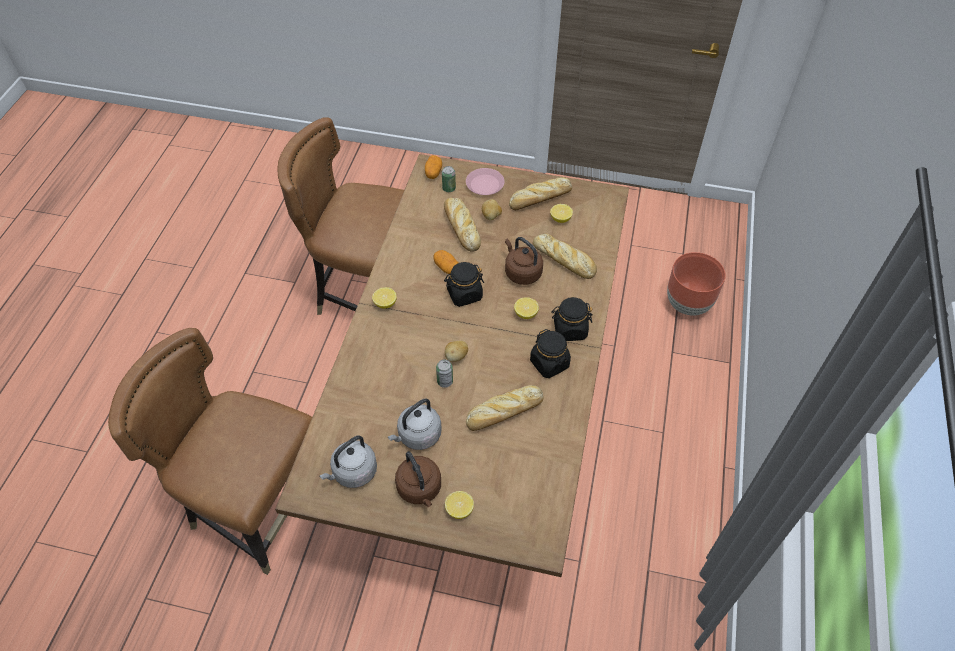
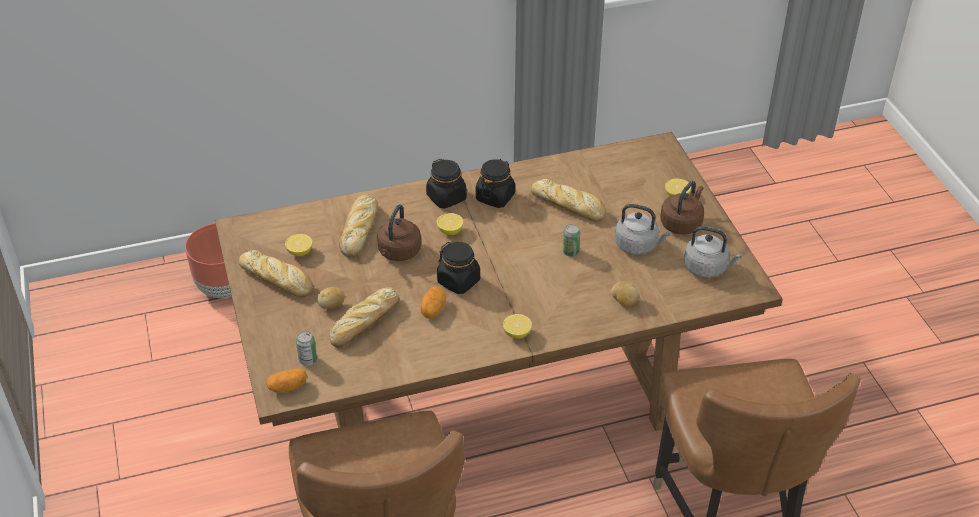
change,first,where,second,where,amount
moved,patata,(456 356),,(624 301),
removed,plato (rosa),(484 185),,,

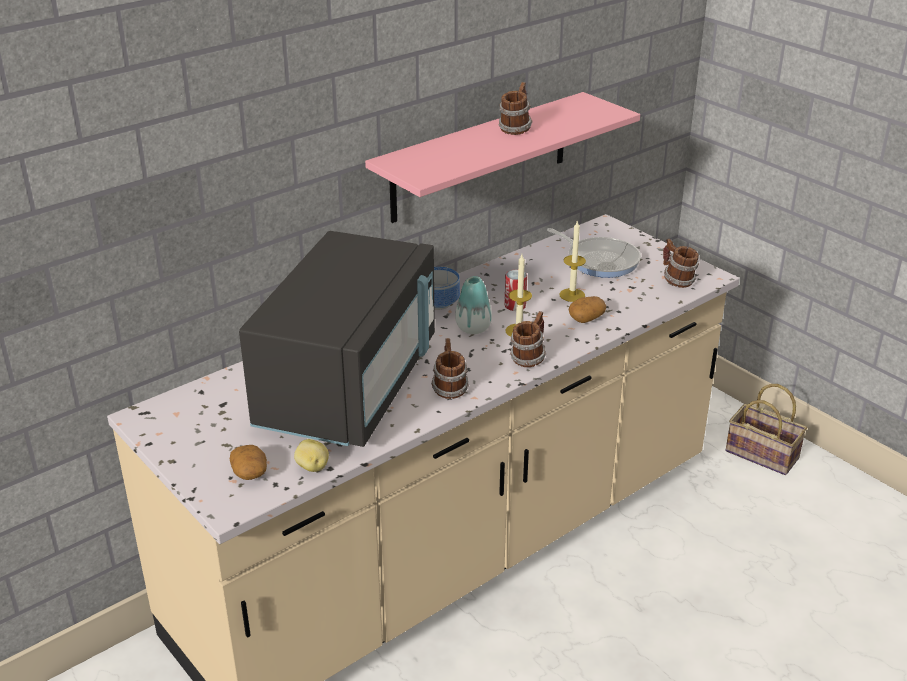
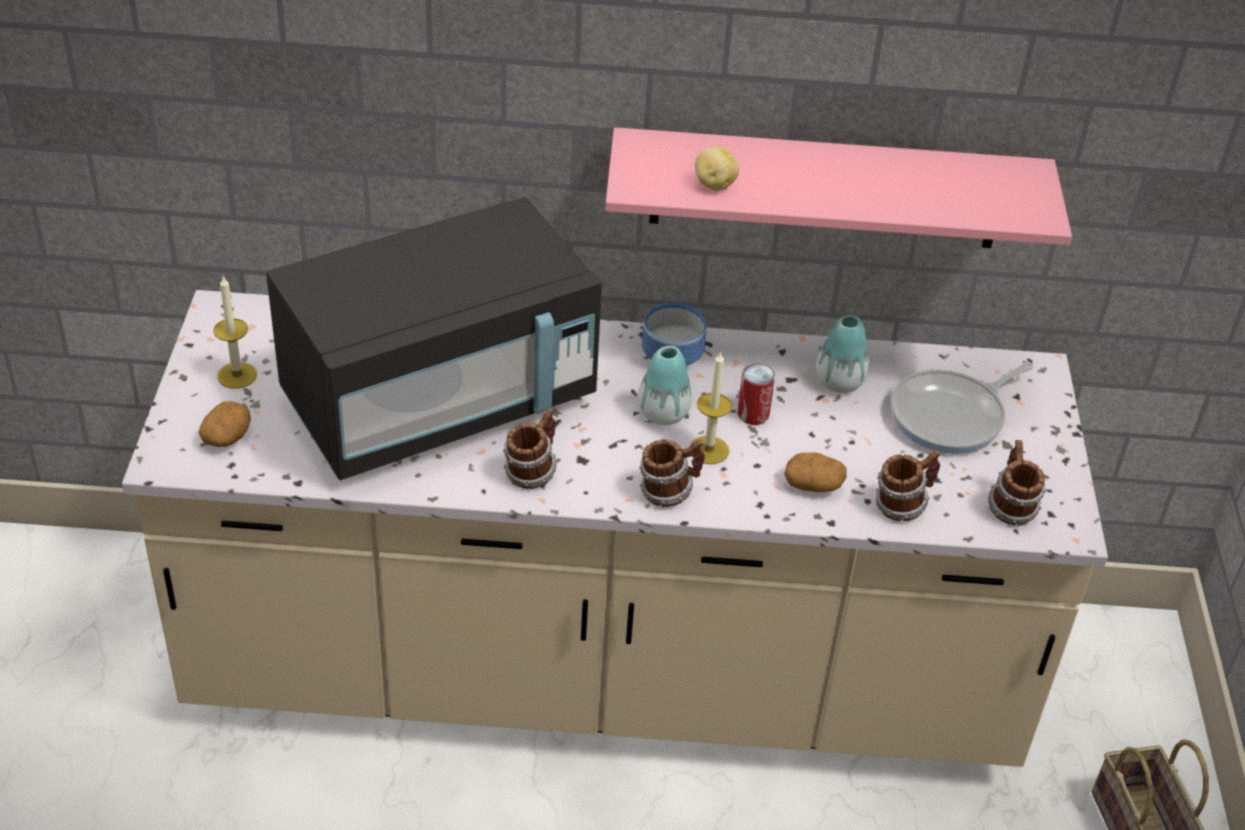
change,first,where,second,where,amount
moved,patata,(312 467),,(714 184),
moved,taza grande,(515 129),,(902 505),
turned,sartén,(600 260),,(951 416),60 degrees clockwise
moved,vela,(572 295),,(237 375),
added,,,florero,(839 382),

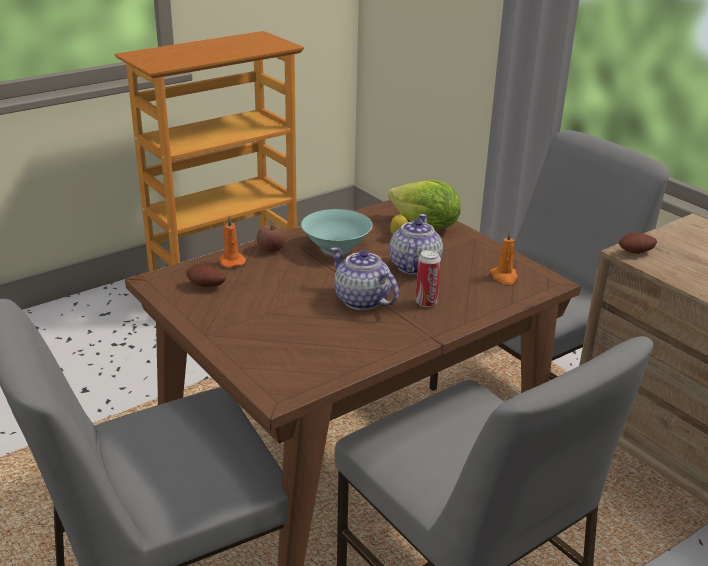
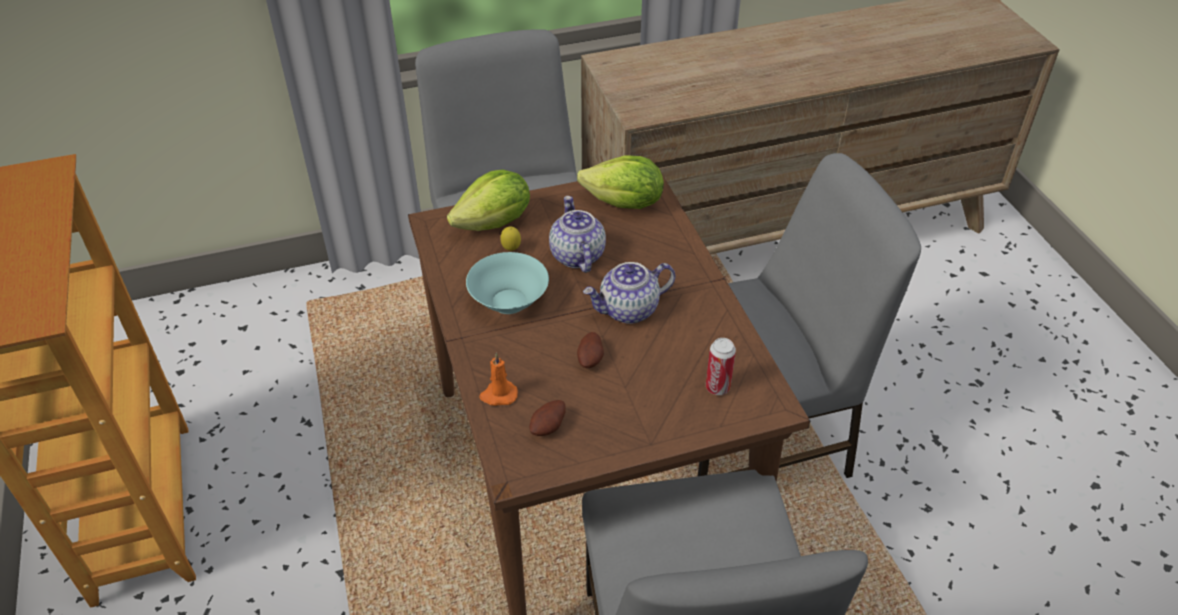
change,first,where,second,where,amount
removed,manzana,(271 249),,,
turned,tetera,(414 266),,(576 255),45 degrees clockwise
moved,lata,(426 302),,(717 387),
replaced,vela (naranja),(504 277),lechuga,(624 204),
moved,patata,(636 253),,(591 359),

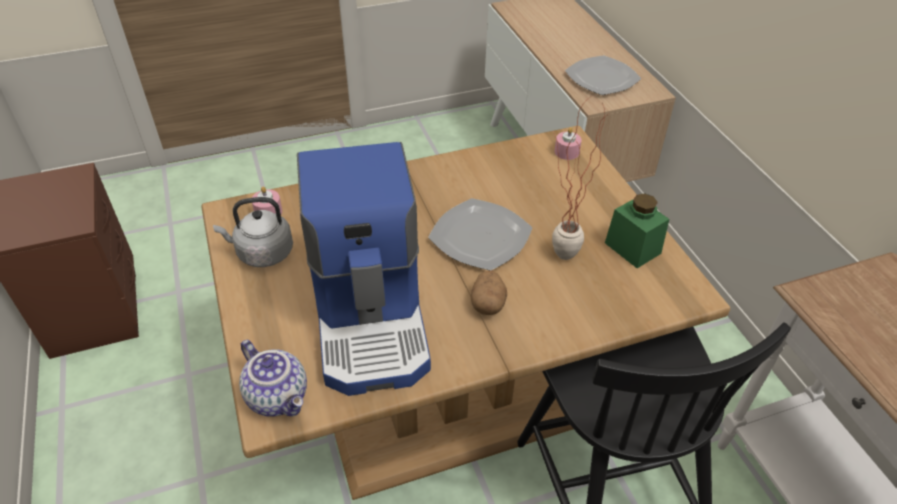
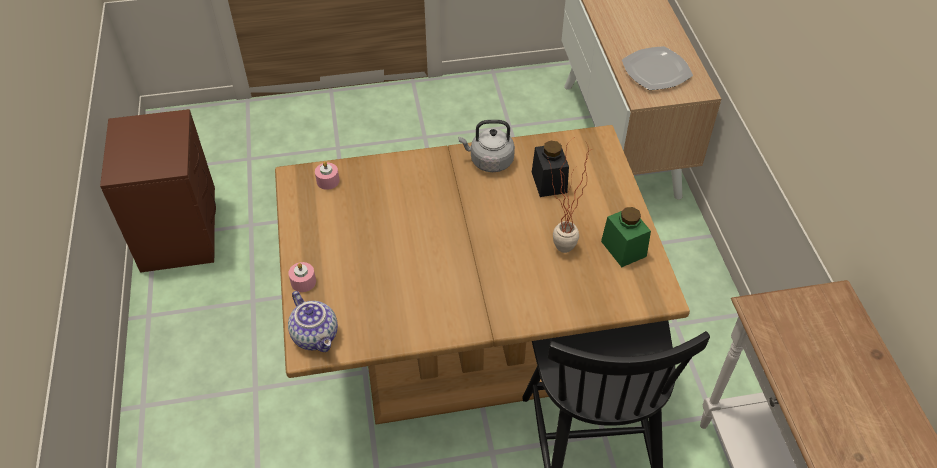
change,first,where,second,where,amount
moved,hervidor (gris),(262 253),,(489 161),
removed,cafetera,(372 317),,,
removed,plato,(481 236),,,
removed,patata,(488 303),,,
moved,vela (rosa),(566 152),,(303 282),
added,,,tarro (negro),(549 182),

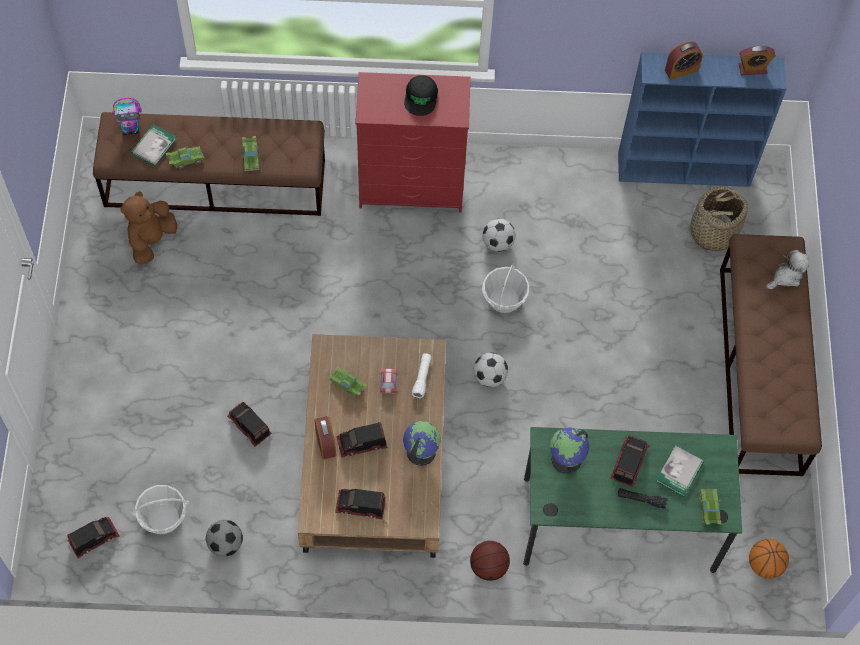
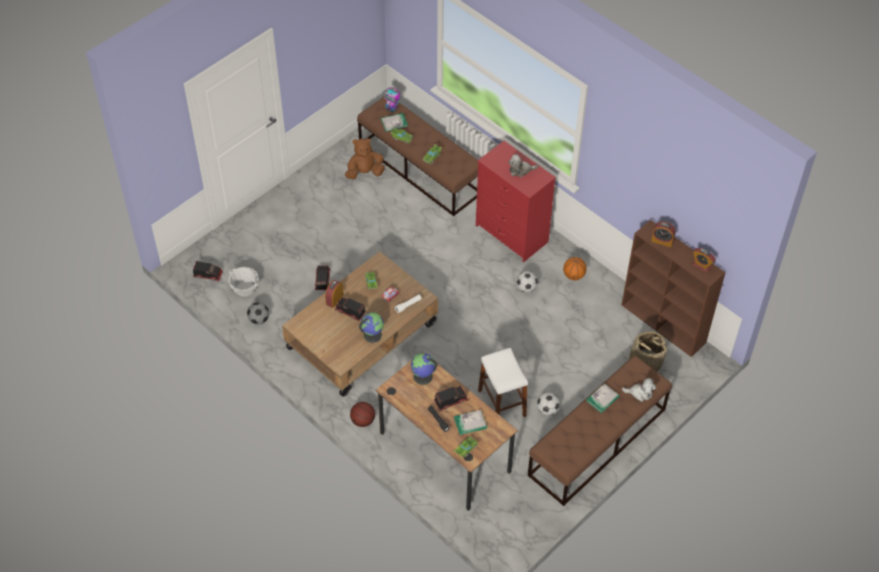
change,first,where,second,where,amount
removed,camión de juguete,(360 506),,,
replaced,gorra (negro),(421 98),peluche,(521 170),
moved,balón de fútbol,(489 377),,(547 410),
removed,cesta,(504 299),,,
recoloured,escritorio (verde),(618 524),escritorio (marrón),(445 452),
recoloured,estantería (azul),(685 169),estantería (marrón),(664 324),
moved,balón de baloncesto,(764 565),,(574 275),
added,,,taburete (blanco),(502 403),
added,,,libro,(602 399),

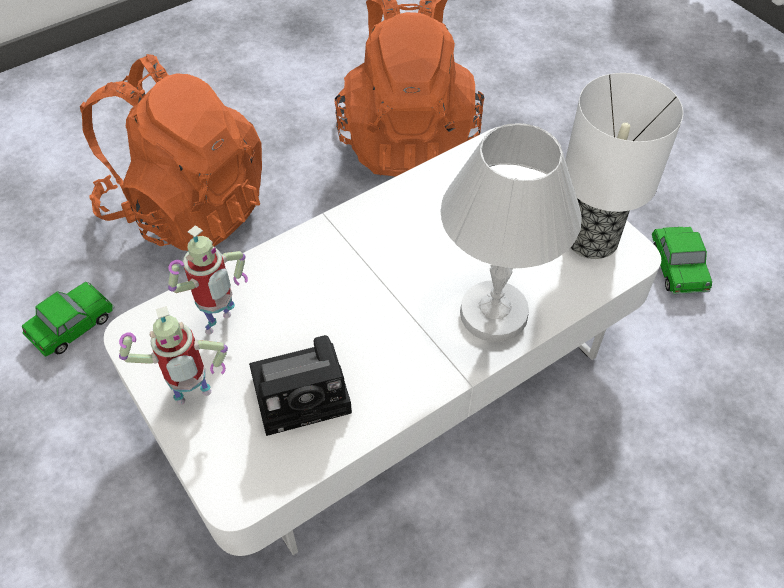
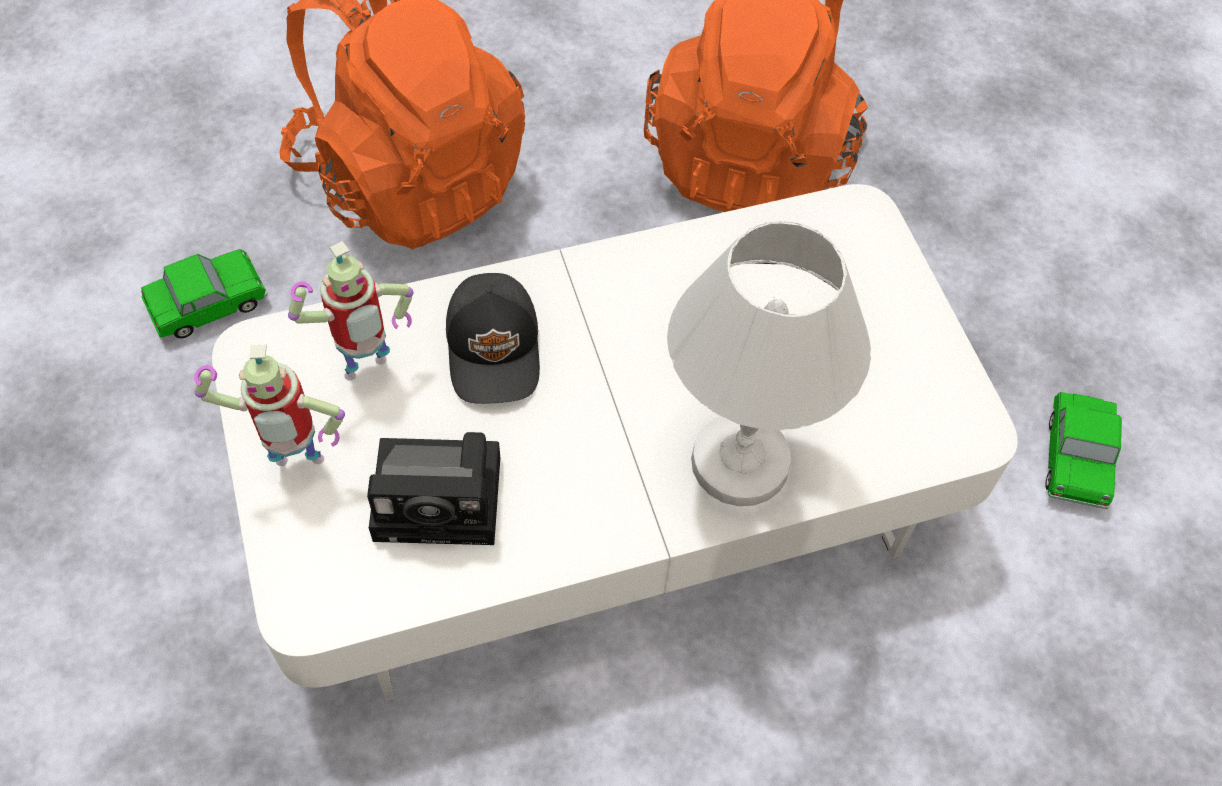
change,first,where,second,where,amount
removed,lámpara de mesa,(592 238),,,
added,,,gorra (negro),(496 348),

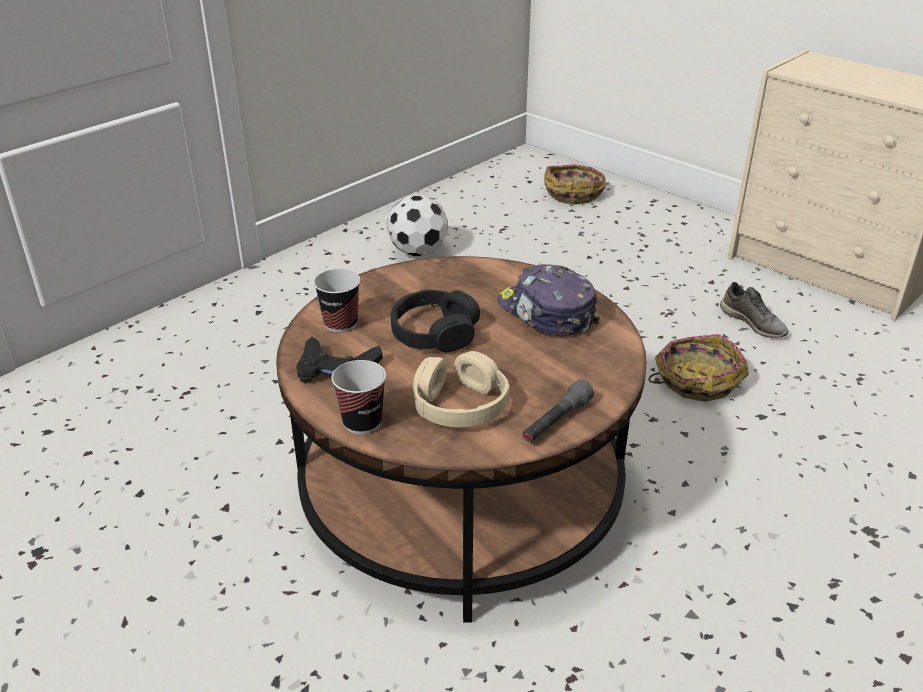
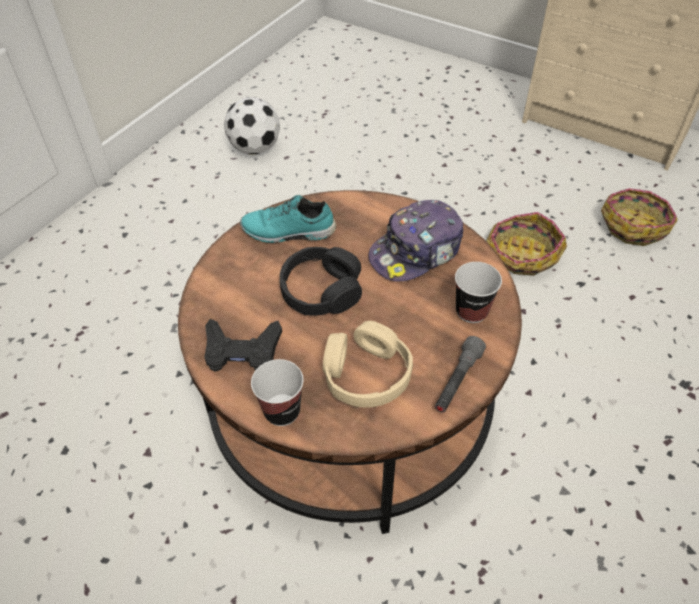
change,first,where,second,where,amount
moved,taza,(340 324),,(471 311),
turned,gorra,(546 313),,(416 252),75 degrees counterclockwise
moved,cesta,(574 193),,(634 225),
removed,zapato (gris),(753 323),,,
added,,,zapato (turquesa),(288 232),

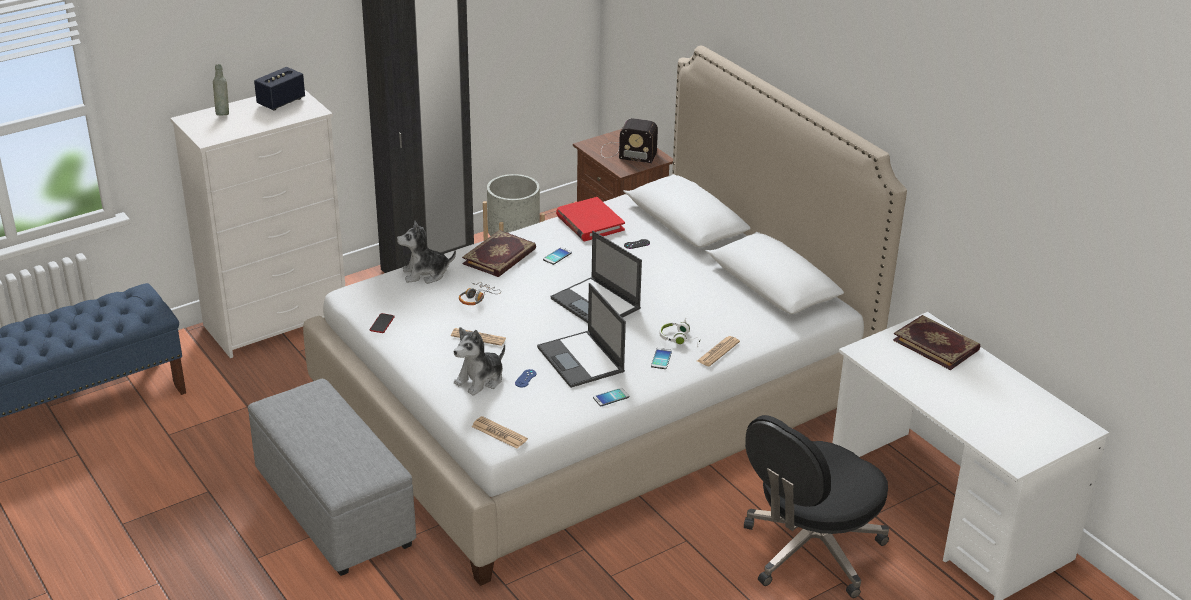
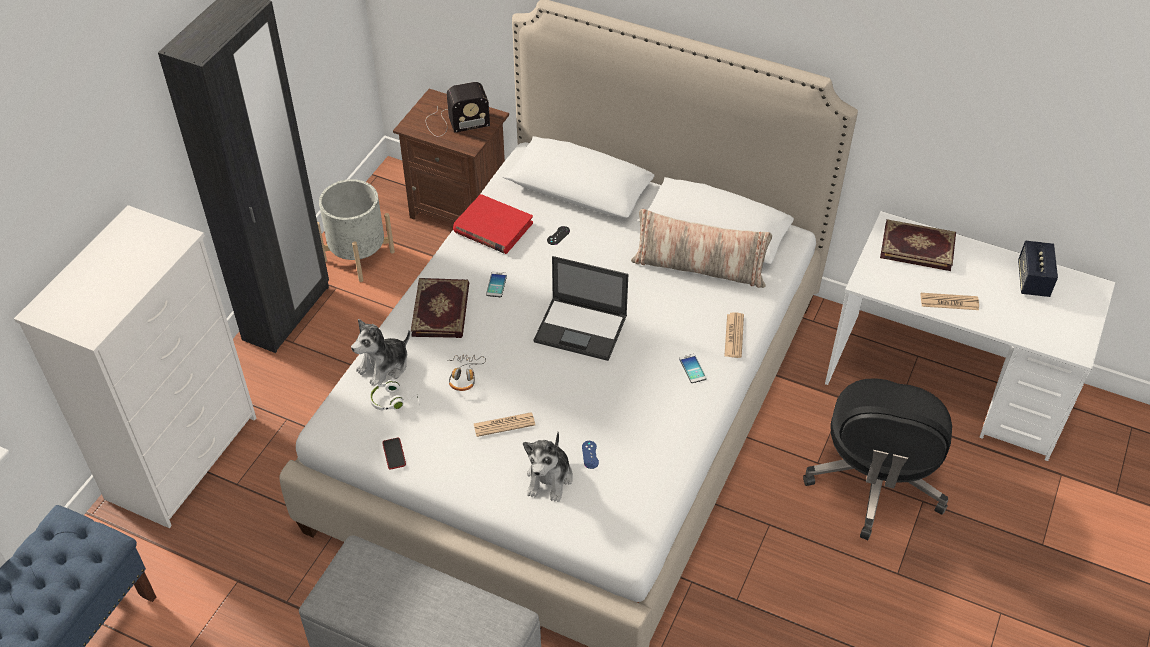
change,first,where,second,where,amount
removed,botella (gris),(223 113),,,
moved,altavoz,(281 102),,(1033 280),
moved,periódico,(499 433),,(949 302),
removed,portátil,(581 360),,,
removed,móvil,(611 397),,,
moved,auriculares (blanco),(680 339),,(394 400),
added,,,cojín,(699 267),

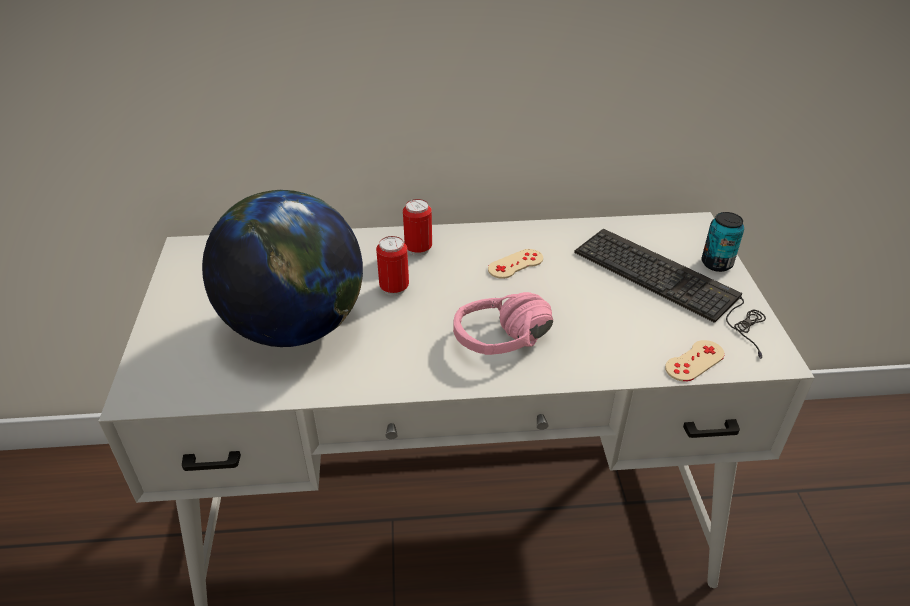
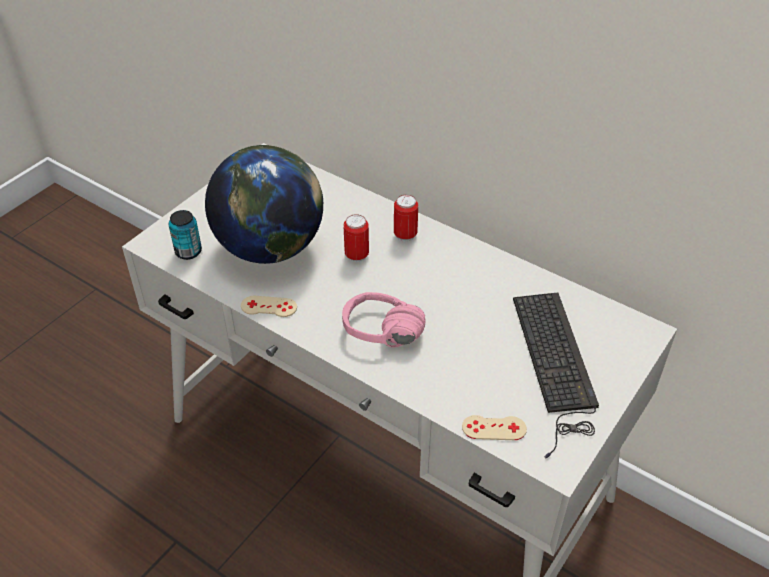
change,first,where,second,where,amount
moved,mando de consola (beis),(515 264),,(269 306),
moved,lata,(716 263),,(188 252),

